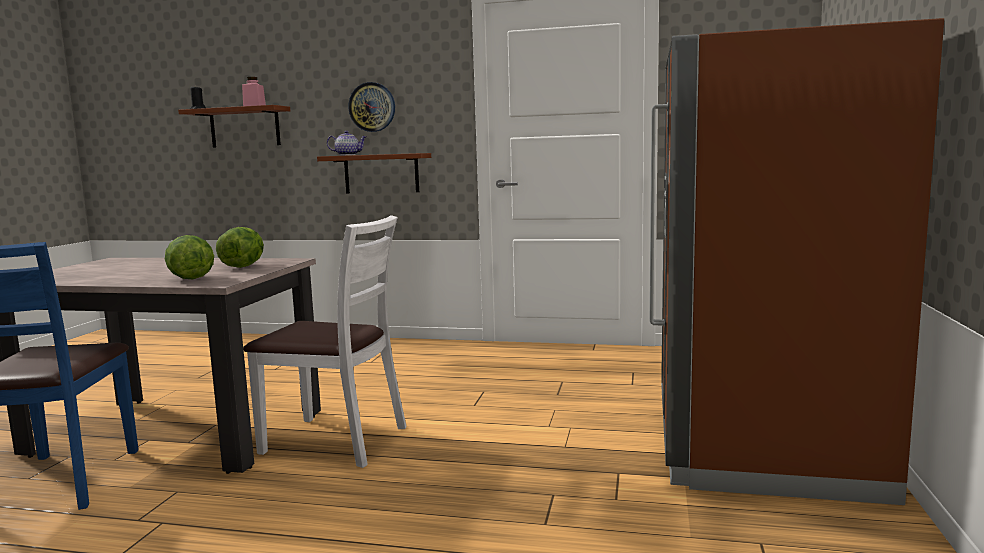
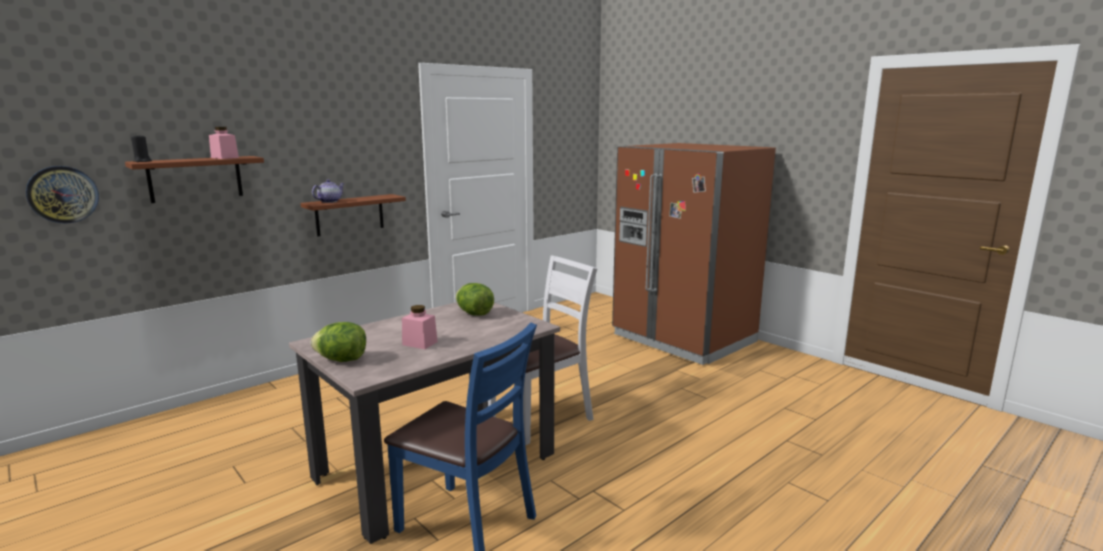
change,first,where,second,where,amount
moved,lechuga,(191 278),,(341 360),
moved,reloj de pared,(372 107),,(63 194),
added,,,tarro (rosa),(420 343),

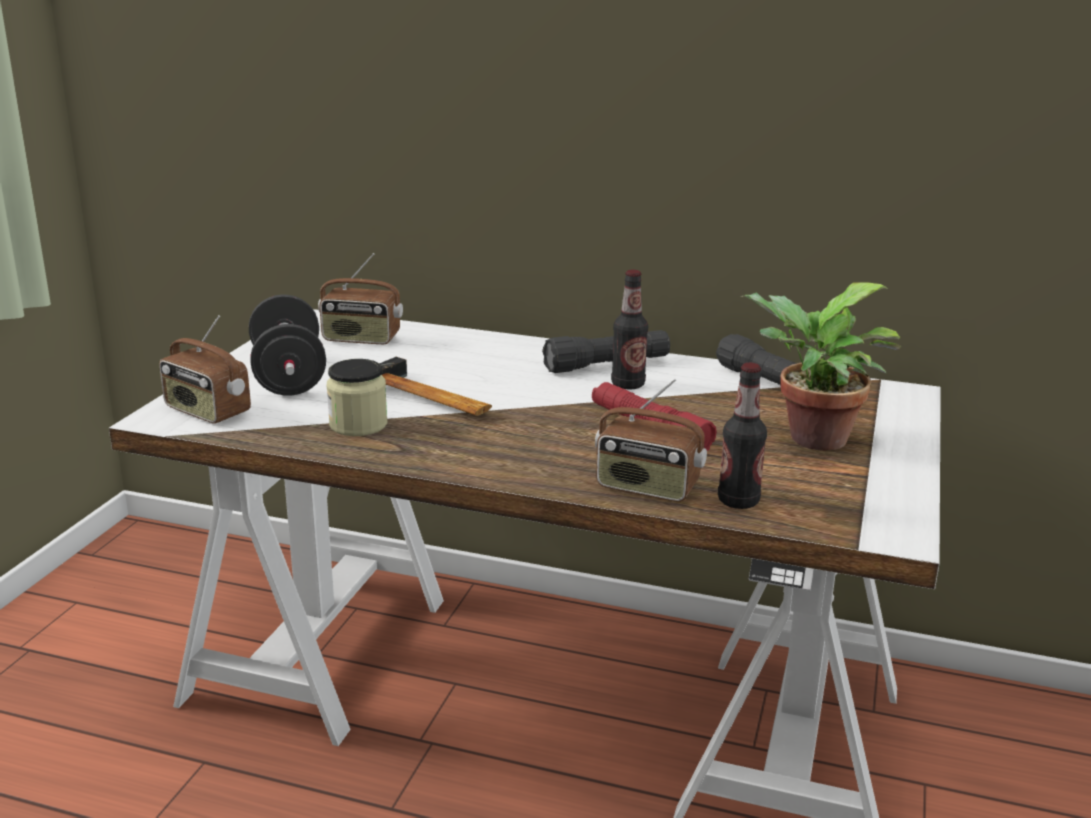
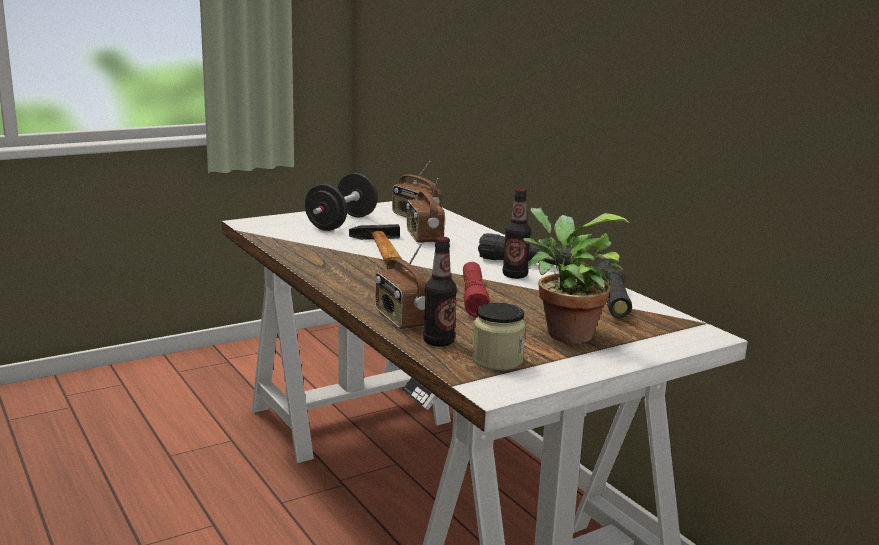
change,first,where,second,where,amount
moved,radio,(206 412),,(423 237),
moved,tarro,(358 425),,(497 360),

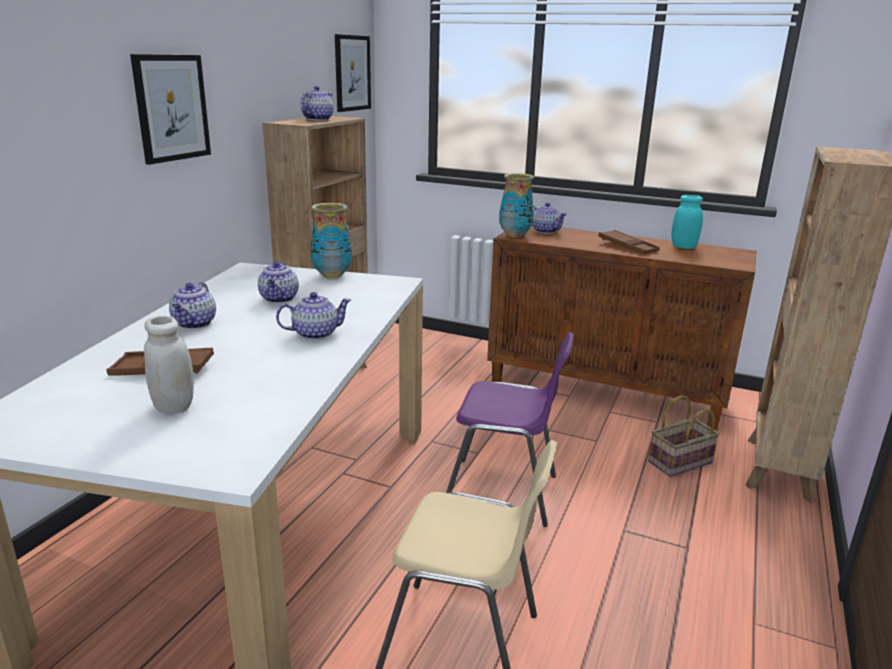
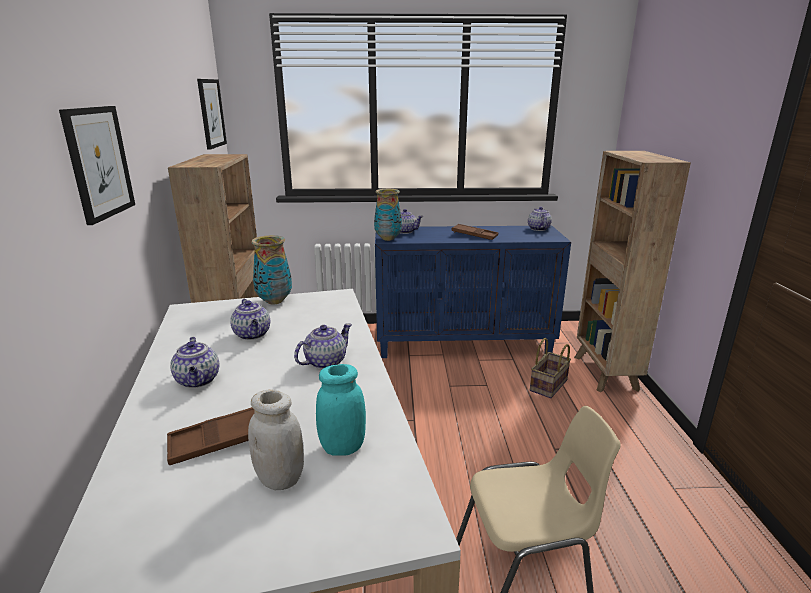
change,first,where,second,where,amount
moved,tetera,(317 119),,(538 229),
removed,silla (morado),(504 493),,,
recoloured,armario (marrón),(606 390),armario (azul),(464 344),
moved,tarro (turquesa),(683 247),,(342 447),

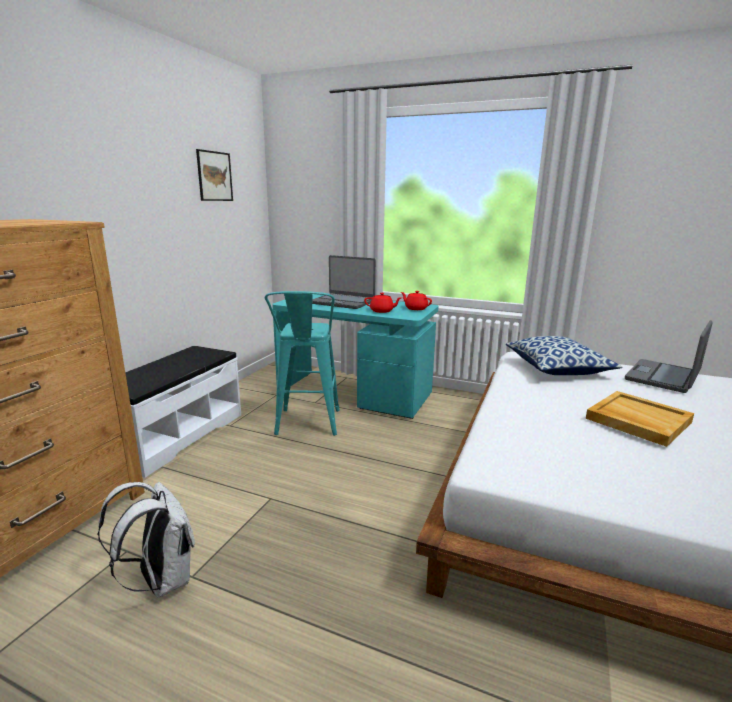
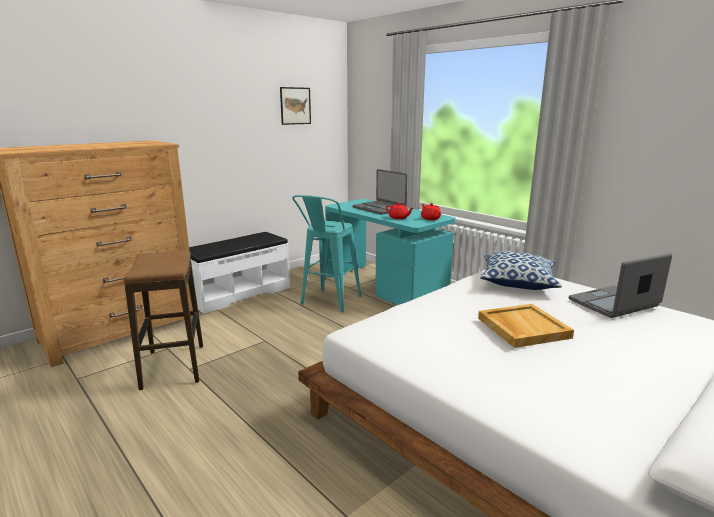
change,first,where,second,where,amount
replaced,mochila (blanco),(161 580),taburete,(173 366),

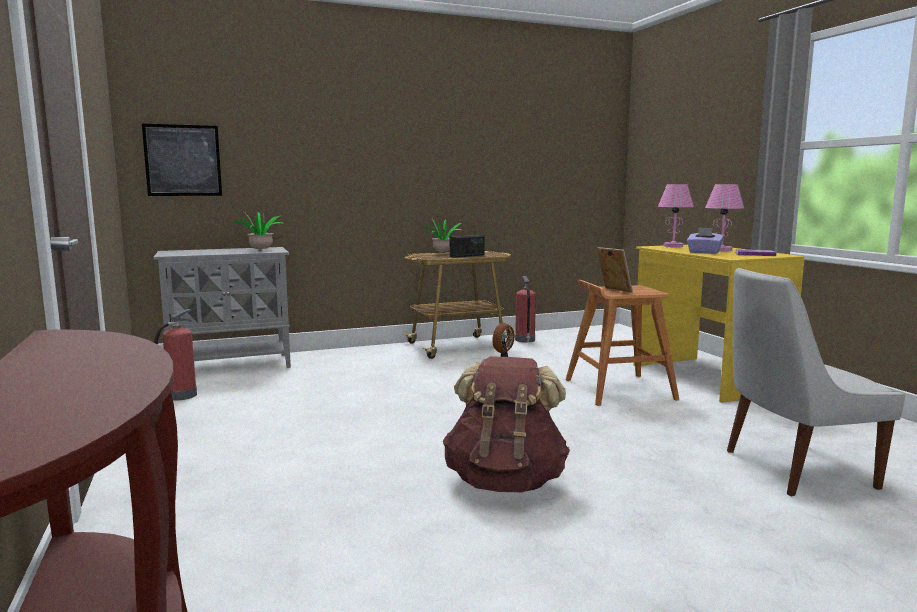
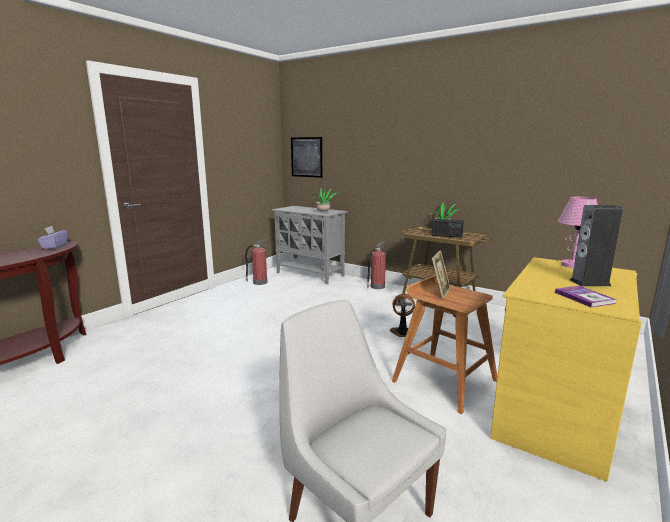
change,first,where,second,where,amount
removed,mochila (marrón),(505 481),,,
moved,extintor,(525 340),,(377 287),
moved,caja de pañuelos (morado),(704 252),,(54 246),
replaced,lámpara de mesa (rosa),(721 250),altavoz,(589 283),

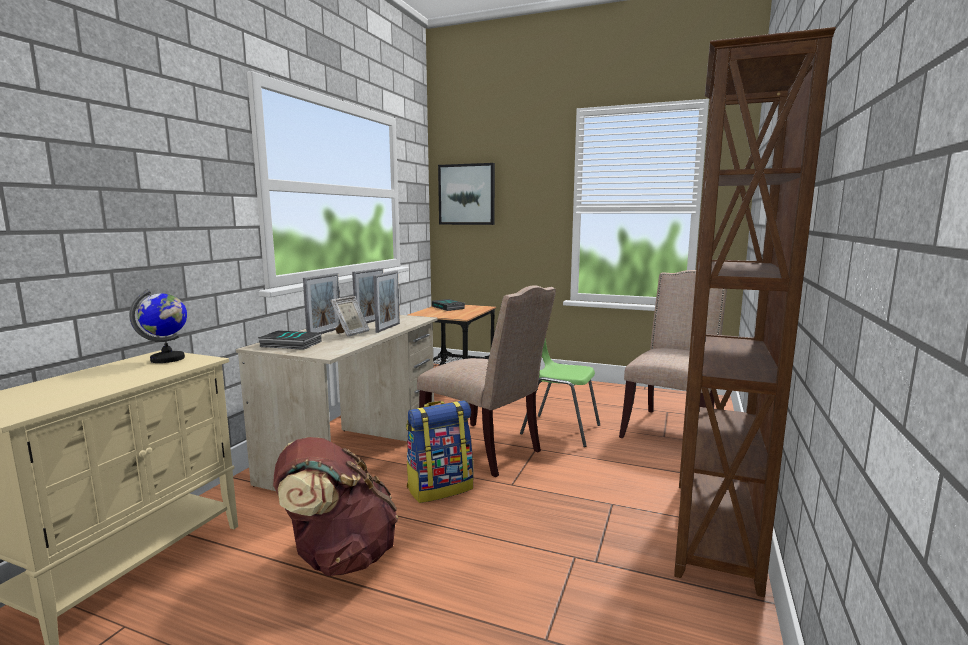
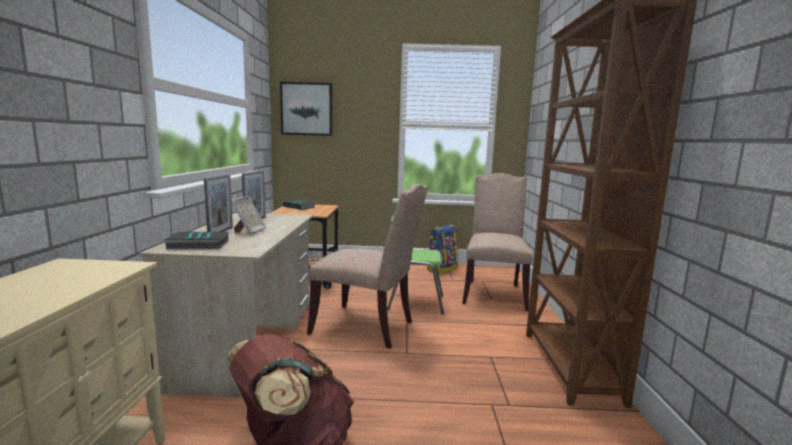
change,first,where,second,where,amount
removed,globo terráqueo,(168 359),,,
removed,portarretratos,(388 328),,,
moved,mochila,(440 488),,(441 269),

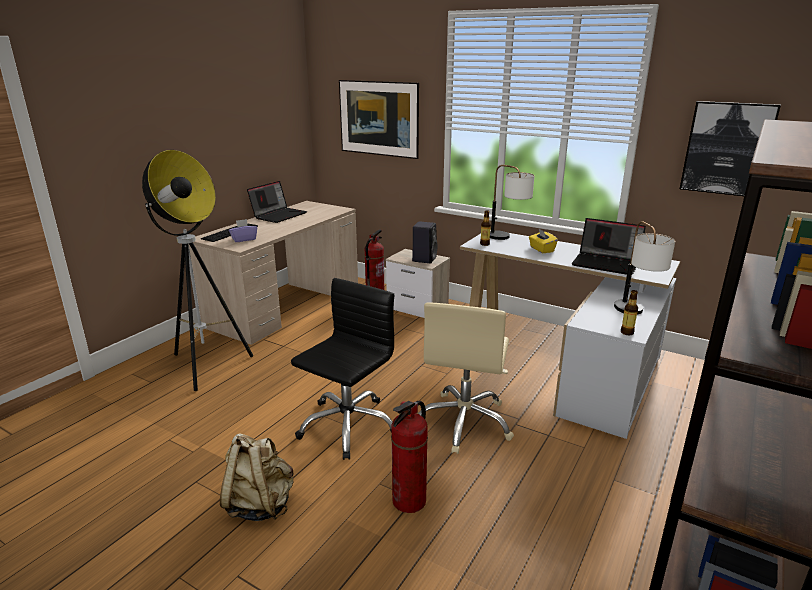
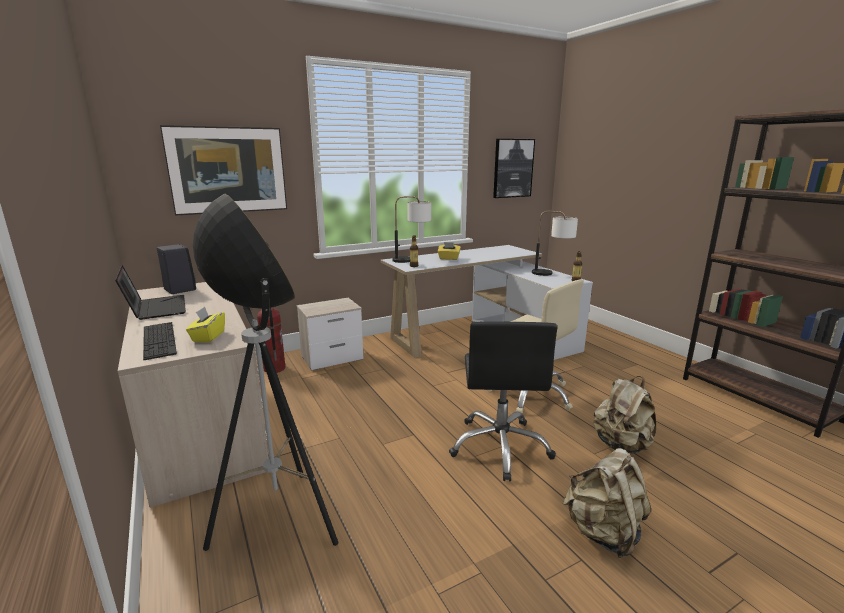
change,first,where,second,where,amount
recoloured,caja de pañuelos (morado),(244 239),caja de pañuelos (amarillo),(208 336),
turned,silla de oficina (negro),(347 425),,(500 447),150 degrees counterclockwise
replaced,extintor,(409 501),mochila (beis),(621 446),
moved,altavoz (negro),(424 259),,(179 289),
removed,portátil,(606 263),,,

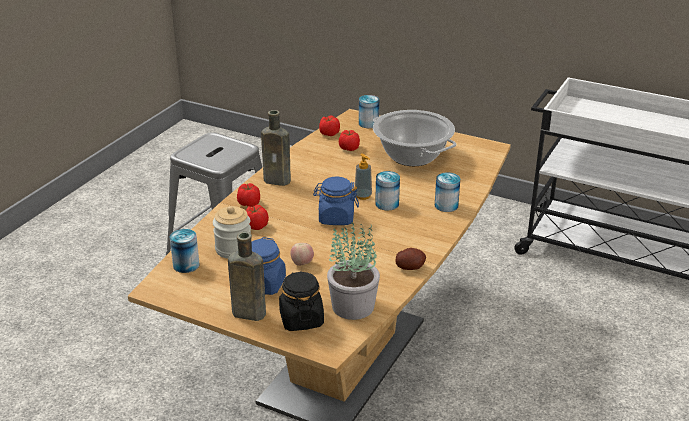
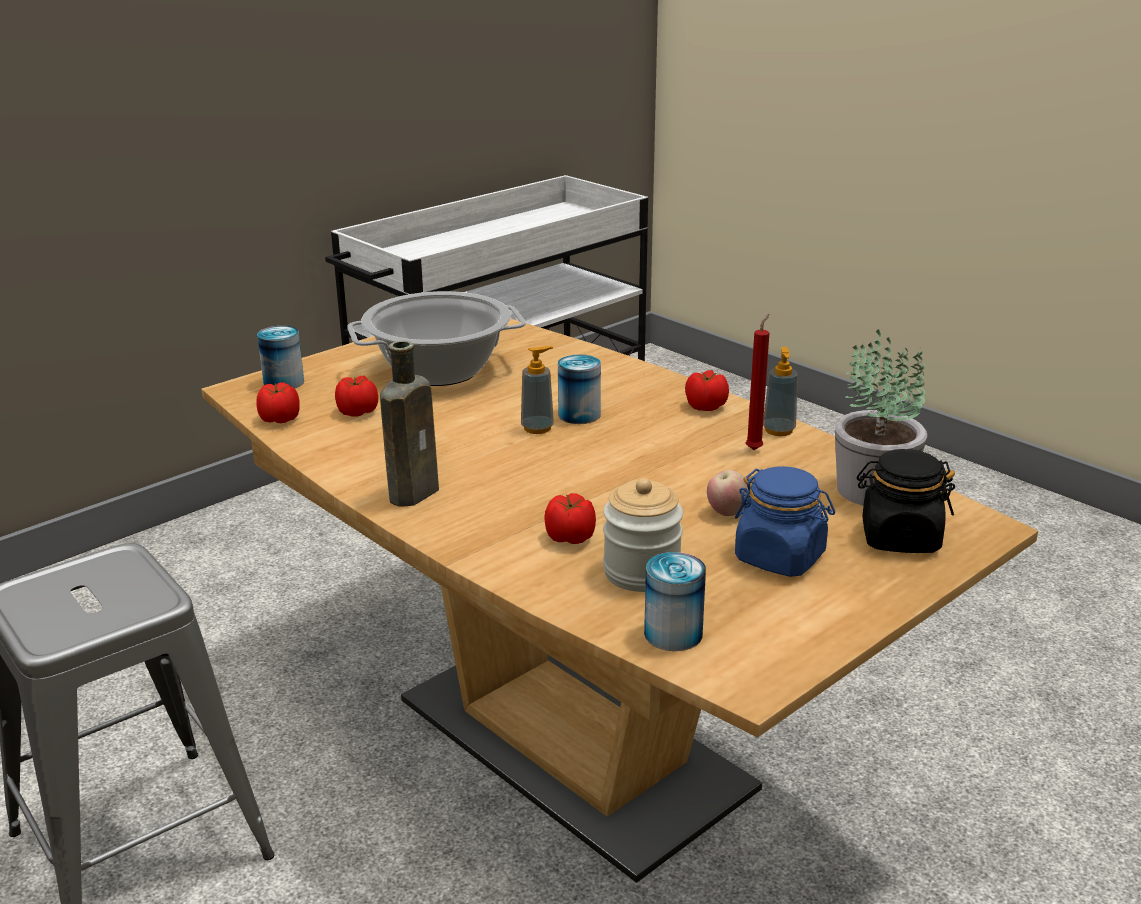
change,first,where,second,where,amount
removed,botella (marrón),(246 313),,,
moved,tomate,(249 203),,(705 406),
removed,tarro (azul),(336 218),,,
replaced,patata,(410 267),dispensador de jabón,(778 430),
removed,lata,(446 205),,,
added,,,vela (rojo),(755 449),

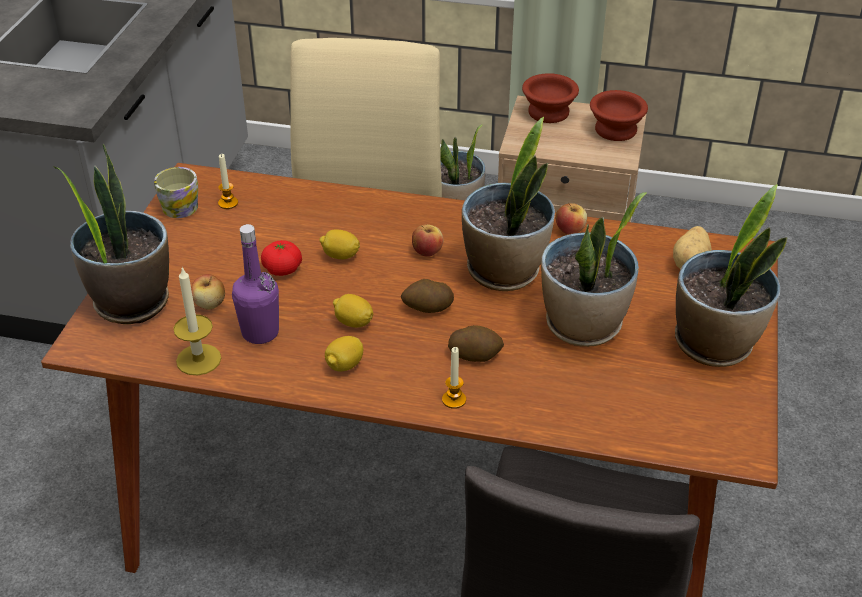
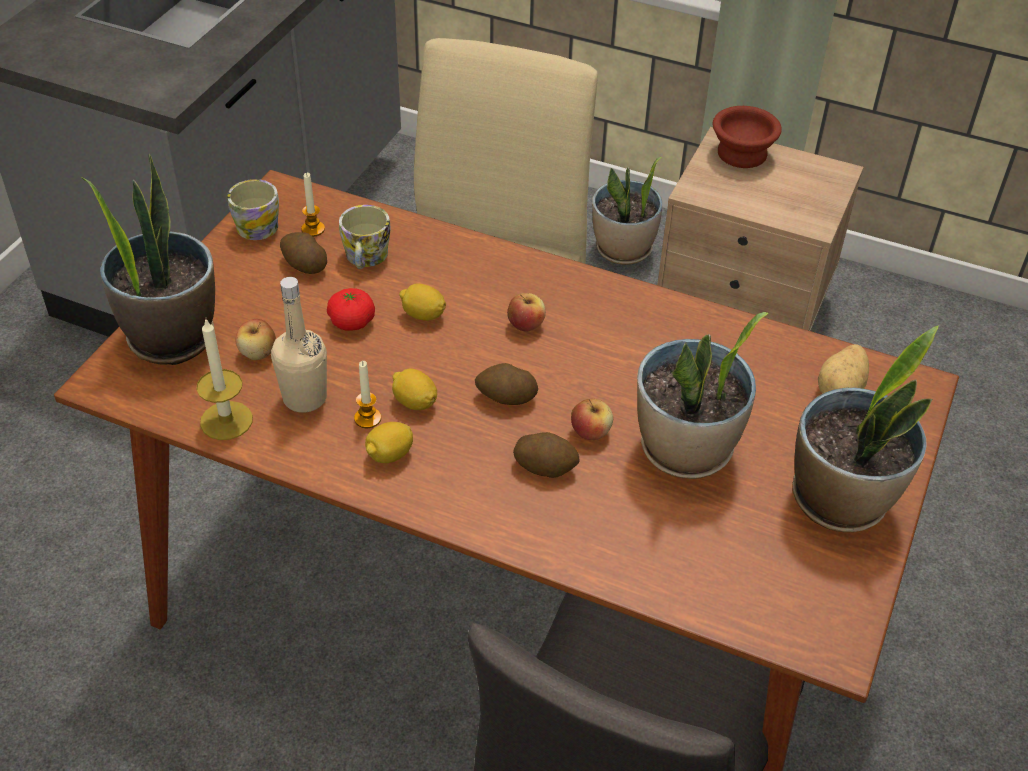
change,first,where,second,where,amount
recoloured,botella (morado),(260 332),botella (beis),(305 398),
moved,vela,(454 400),,(367 418),
removed,planta en maceta,(505 272),,,
moved,manzana,(570 230),,(590 432),
removed,cuenco (marrón),(617 130),,,
added,,,patata,(304 265),
added,,,taza grande,(365 258),

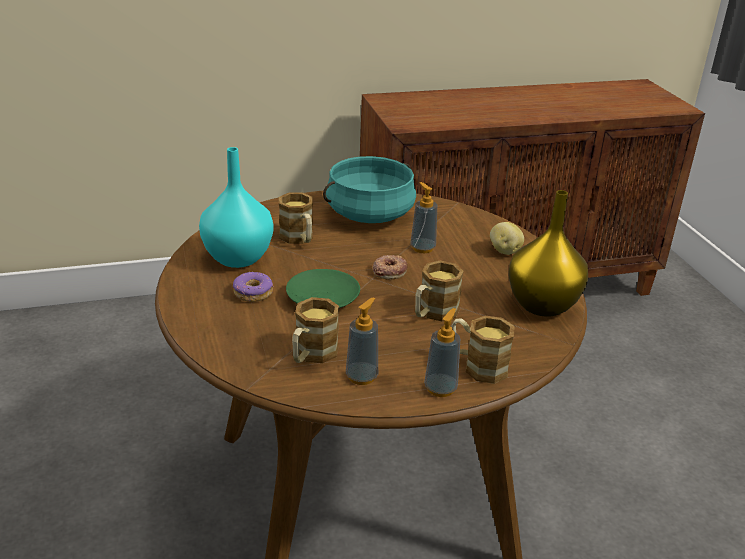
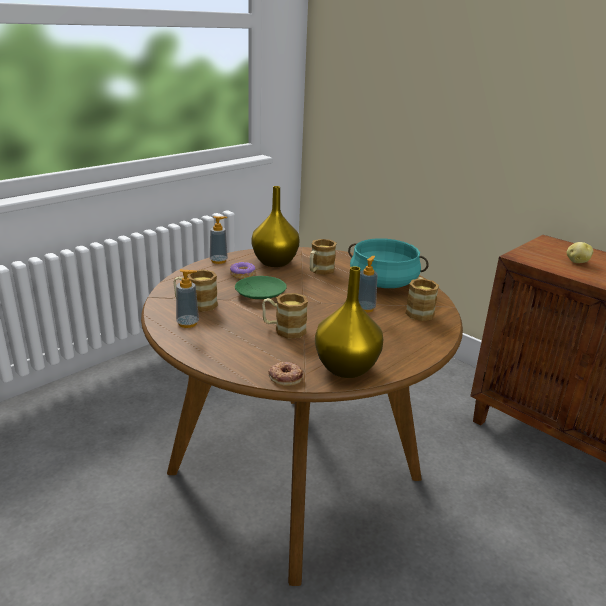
change,first,where,second,where,amount
recoloured,florero (turquesa),(237 257),florero (amarillo),(275 262),
moved,rosquilla,(389 271),,(285 376),
moved,dispensador de jabón,(440 388),,(218 261),
moved,taza grande,(477 366),,(419 311),
moved,patata,(504 251),,(577 262),

